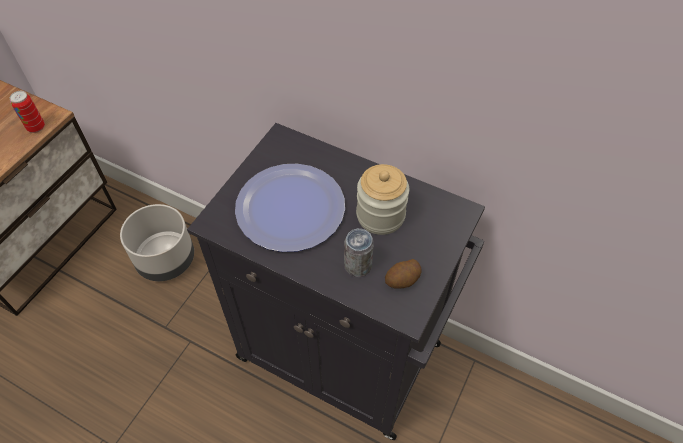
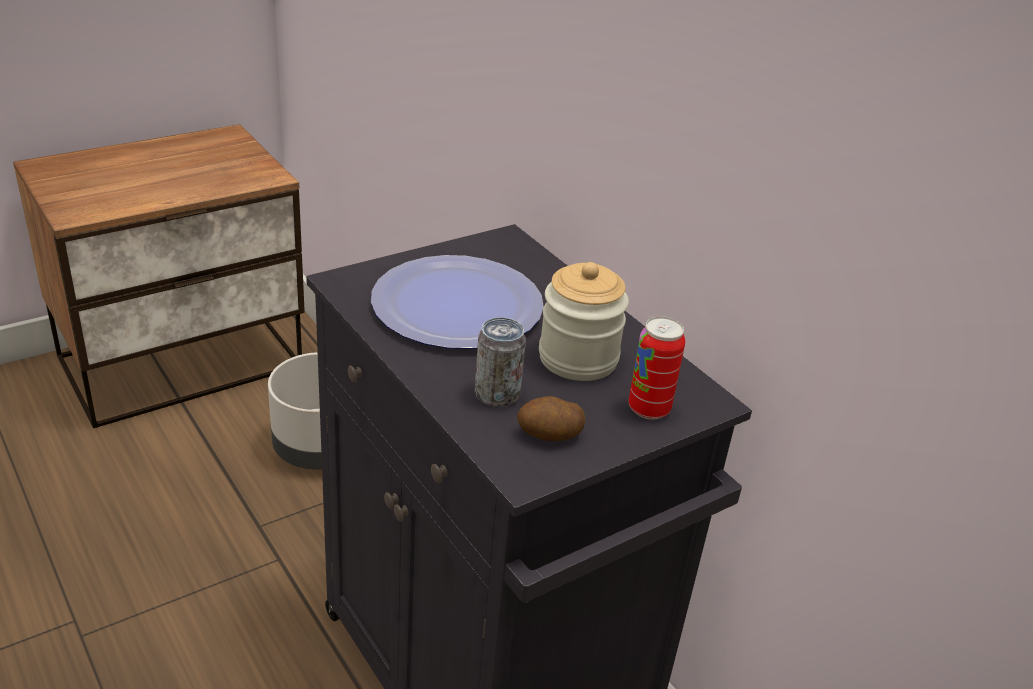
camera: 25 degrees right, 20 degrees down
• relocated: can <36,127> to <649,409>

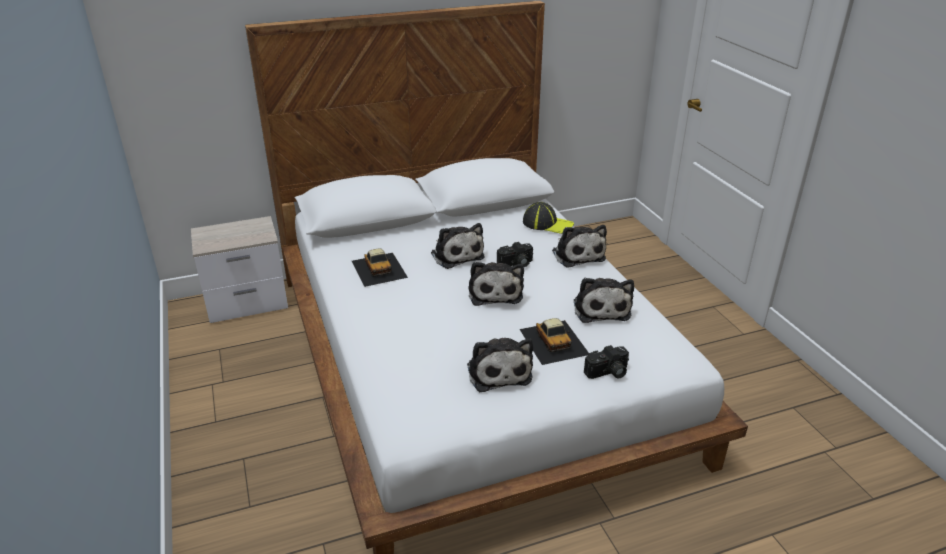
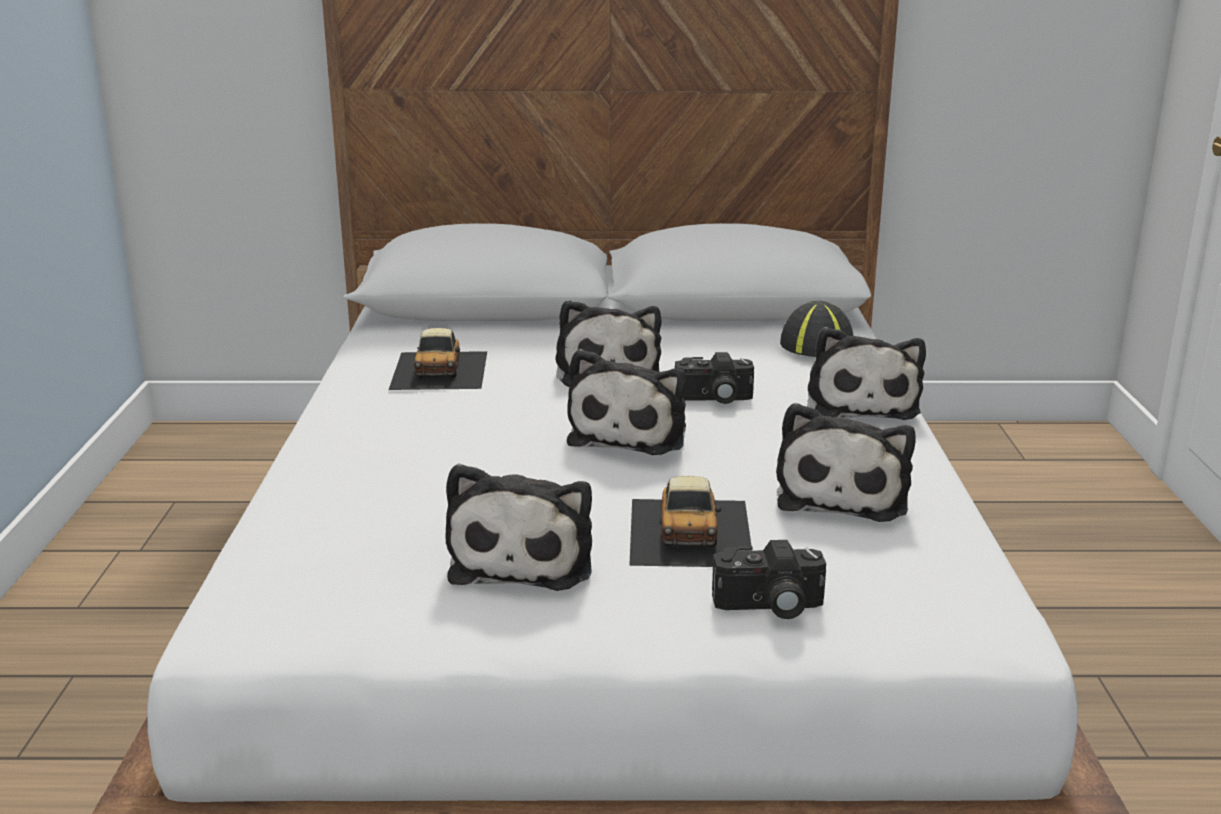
camera: 20 degrees right, 10 degrees down
• missing: night table <249,302>

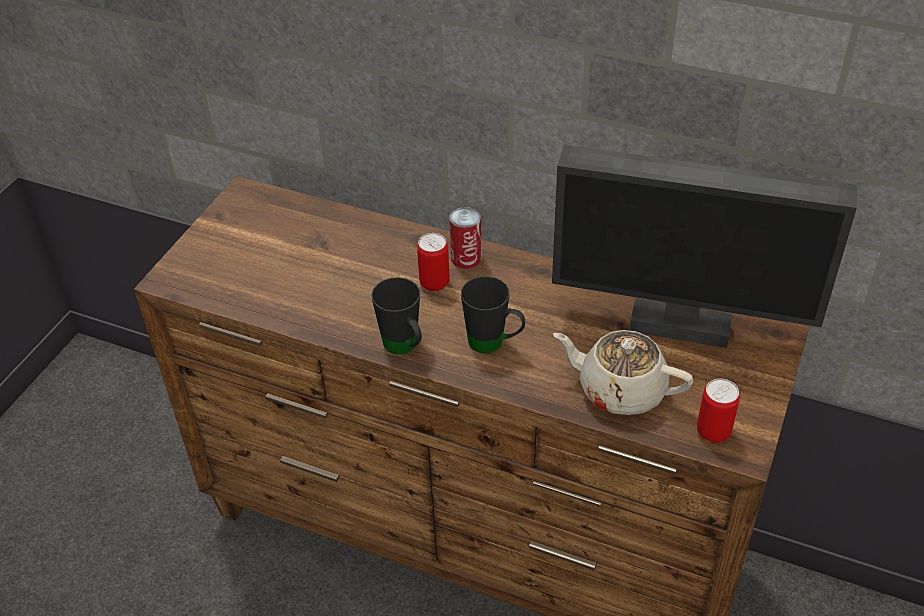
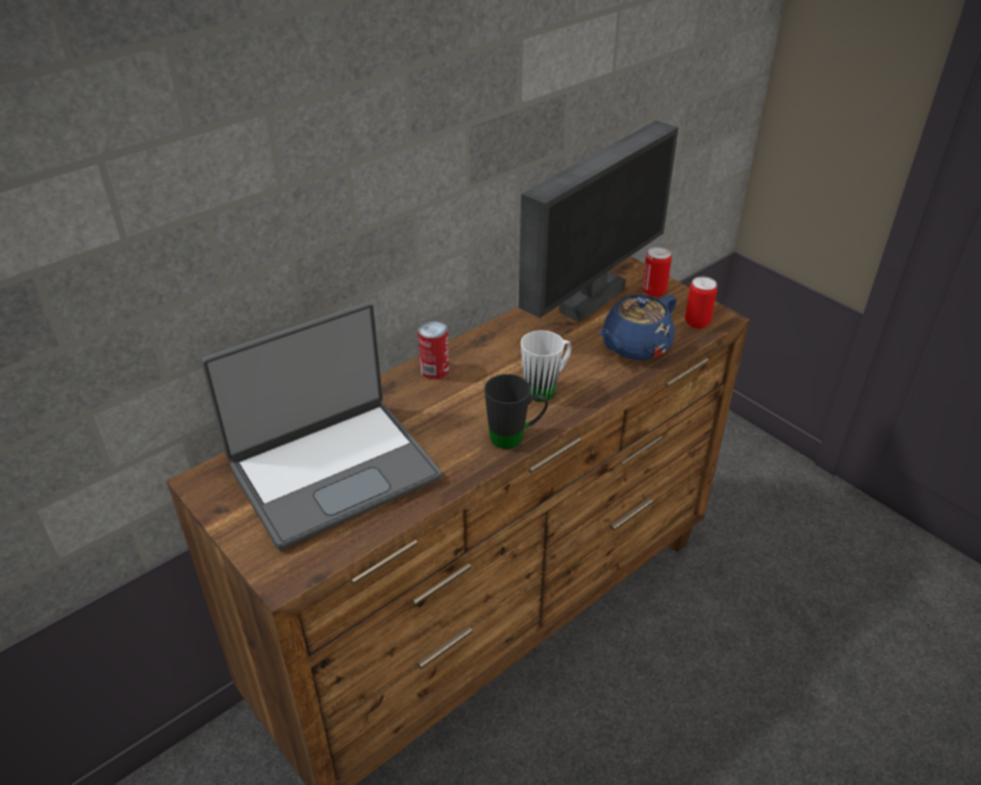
camera: 65 degrees left, 5 degrees down
• appeared: portable computer <333,471>
• relocated: can <434,283> to <653,291>
• colour: black-coloured tea mug <494,344> to white tea mug <546,388>
• colour: sand-coloured teapot <620,390> to bluish teapot <635,346>

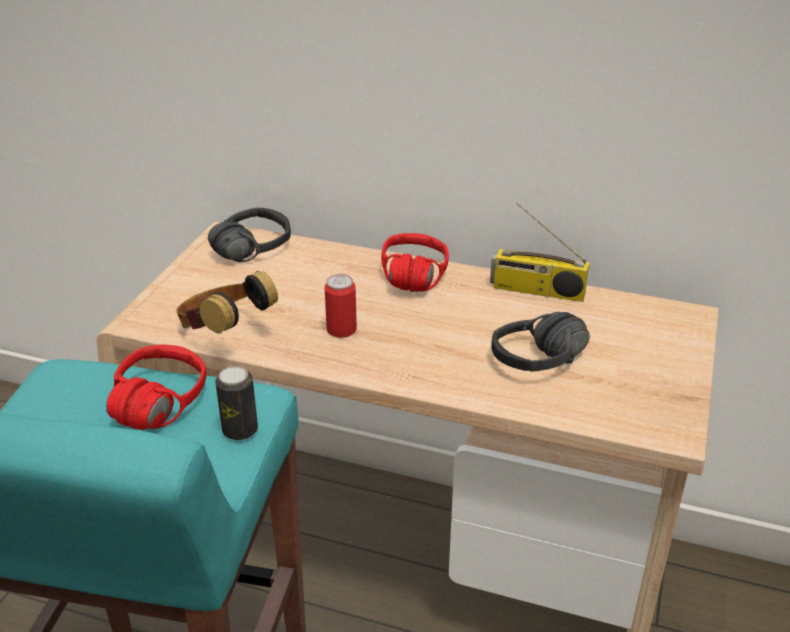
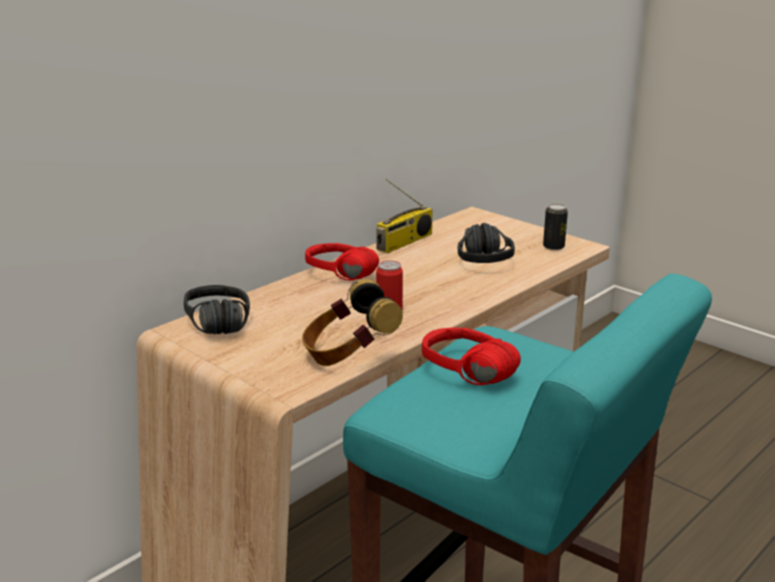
camera: 65 degrees left, 10 degrees down
• relocated: can <240,430> to <553,247>

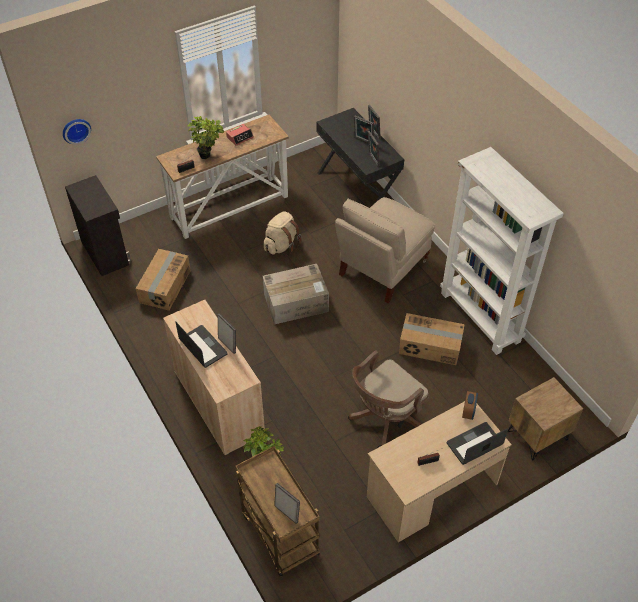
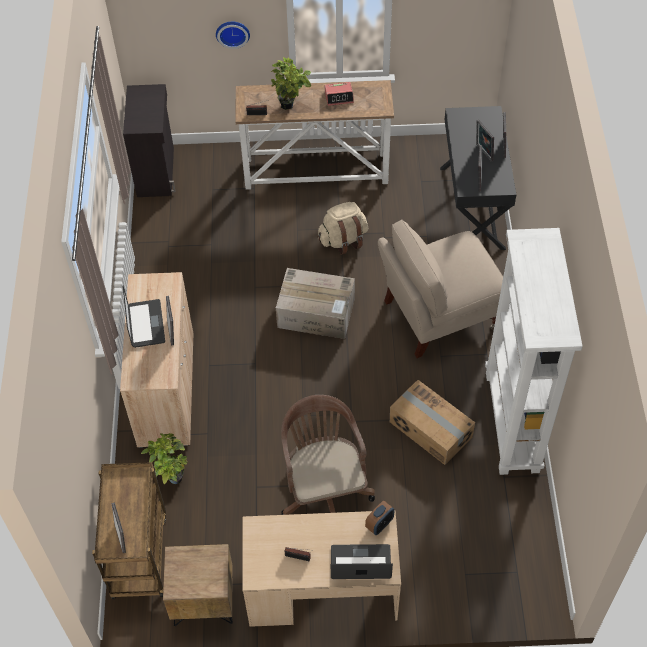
camera: 30 degrees right, 5 degrees up
• missing: cardboard box <164,286>
• relocated: wall clock <75,130> to <232,32>
• relocated: brownish night table <537,435> to <203,601>
• spun: brownish desk chair <385,420> = <324,489> 90 degrees clockwise

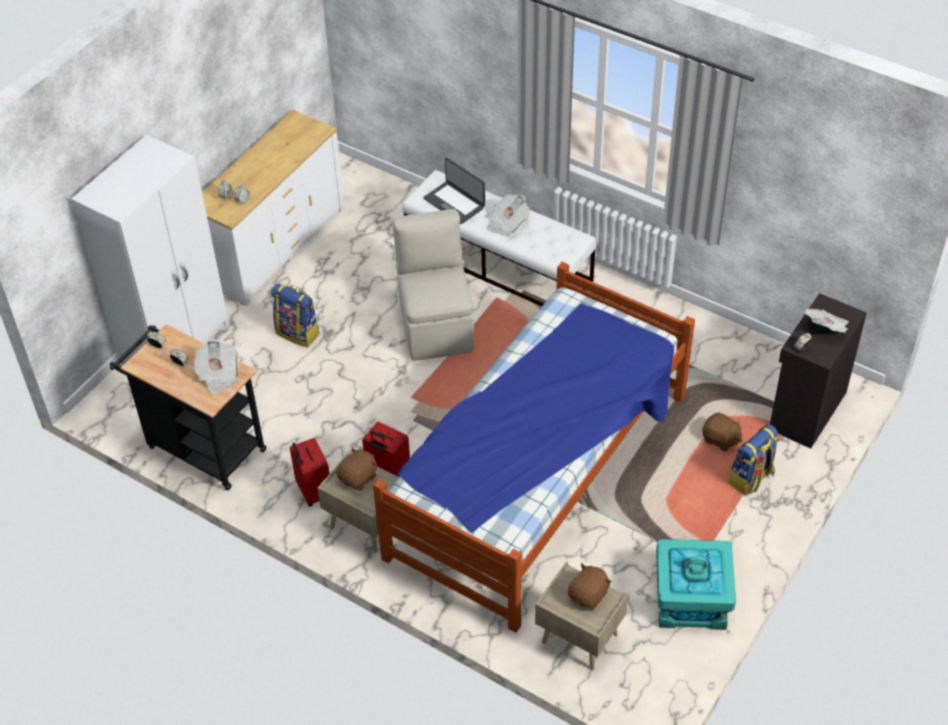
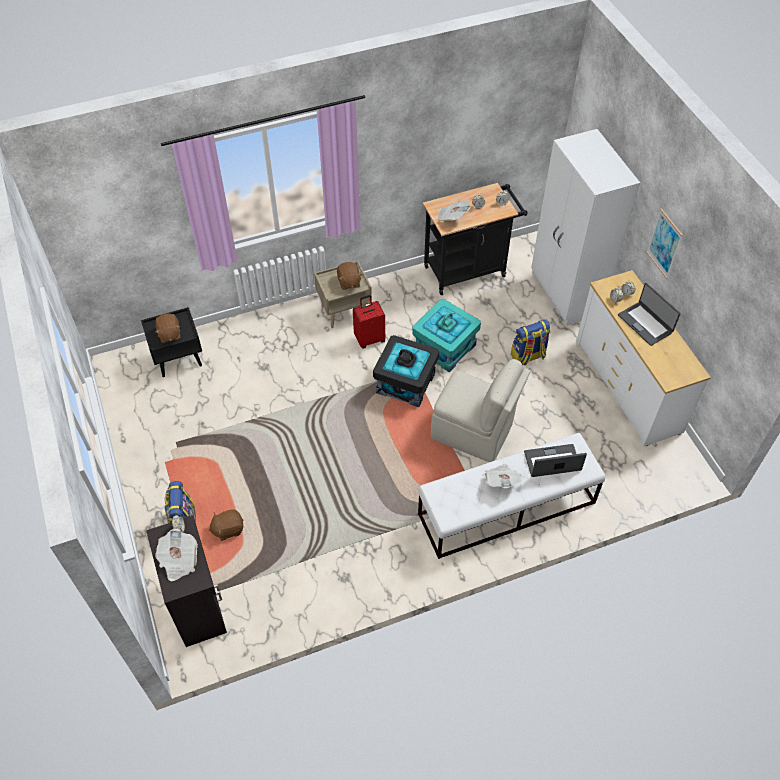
camera: 125 degrees right, 5 degrees up
• missing: red-coloured suitcase <313,492>
• missing: bed <541,475>
• appeared: black-coloured storage box <406,383>
• appeared: portable computer <645,323>
• appeared: wall picture <664,243>
• relocated: blue-green storage box <691,600> to <444,347>
• colour: sand-coloured night table <578,638> to black-coloured night table <179,359>

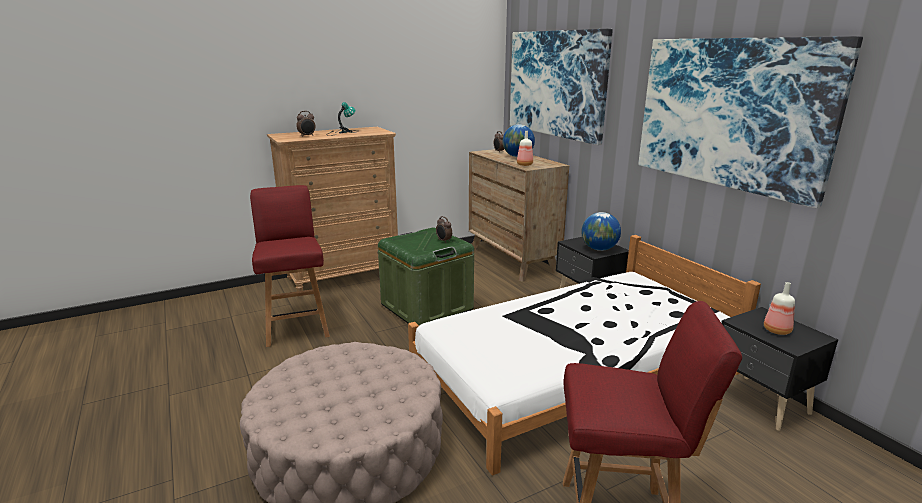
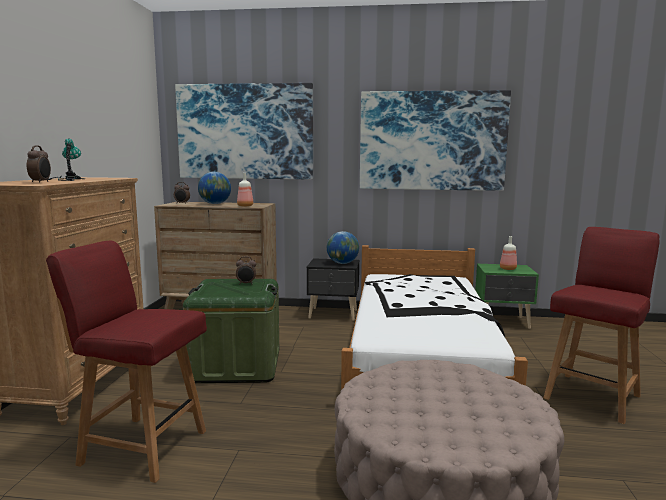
camera: 55 degrees left, 10 degrees down
• colour: black-coloured night table <760,403> to greenish night table <503,322>

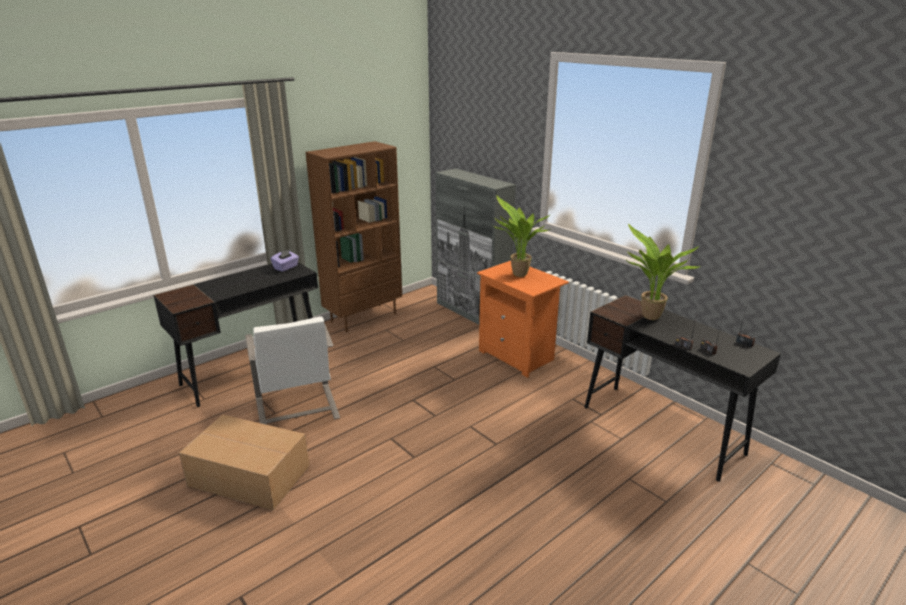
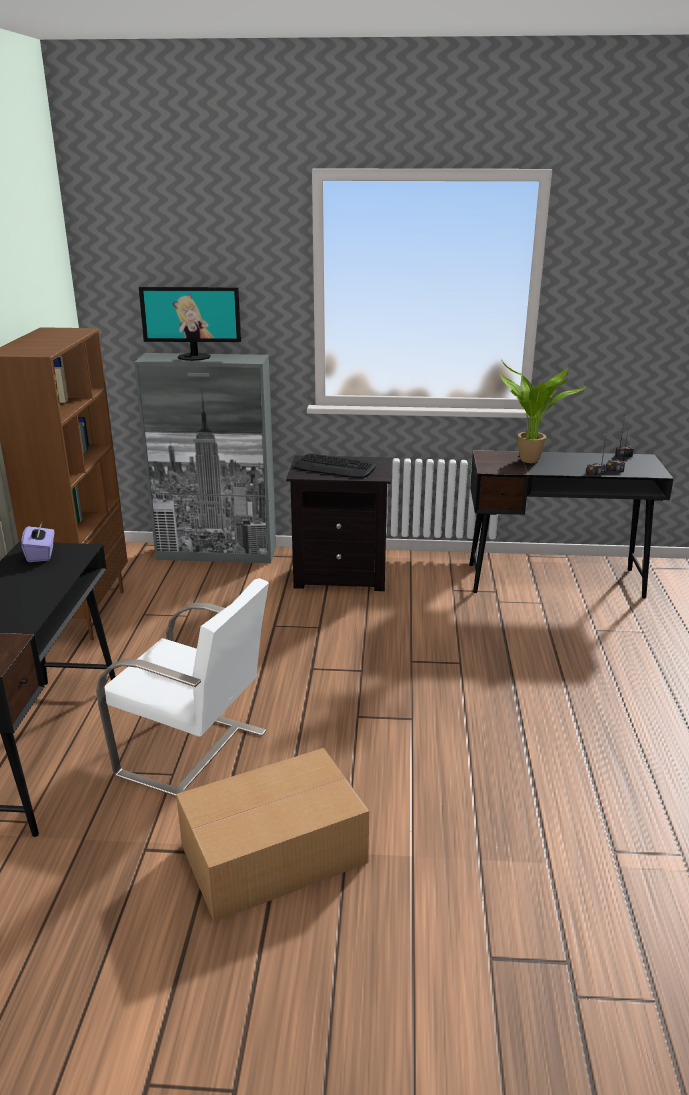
camera: 45 degrees left, 0 degrees up
• appeared: monitor <194,357>
• exchanged: plant in a pot <518,275> to keyboard <335,467>
• colour: orange-coloured night table <518,356> to black-coloured night table <341,575>

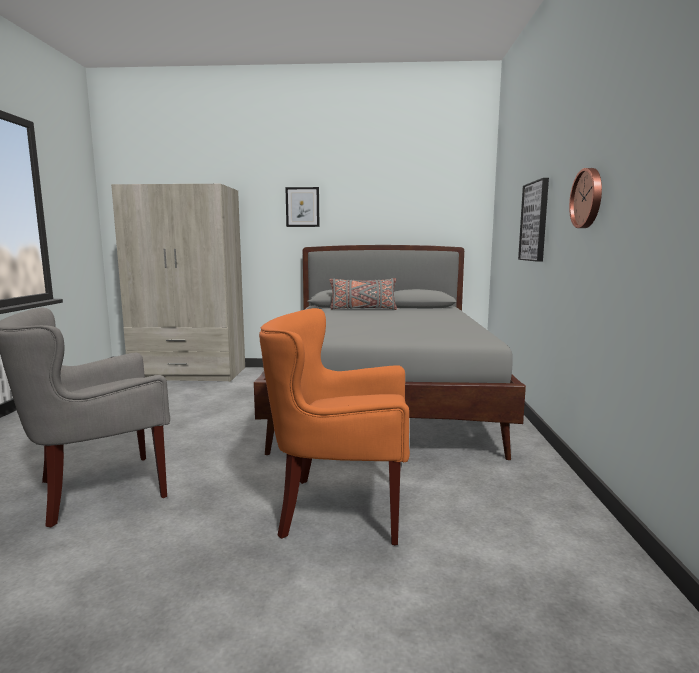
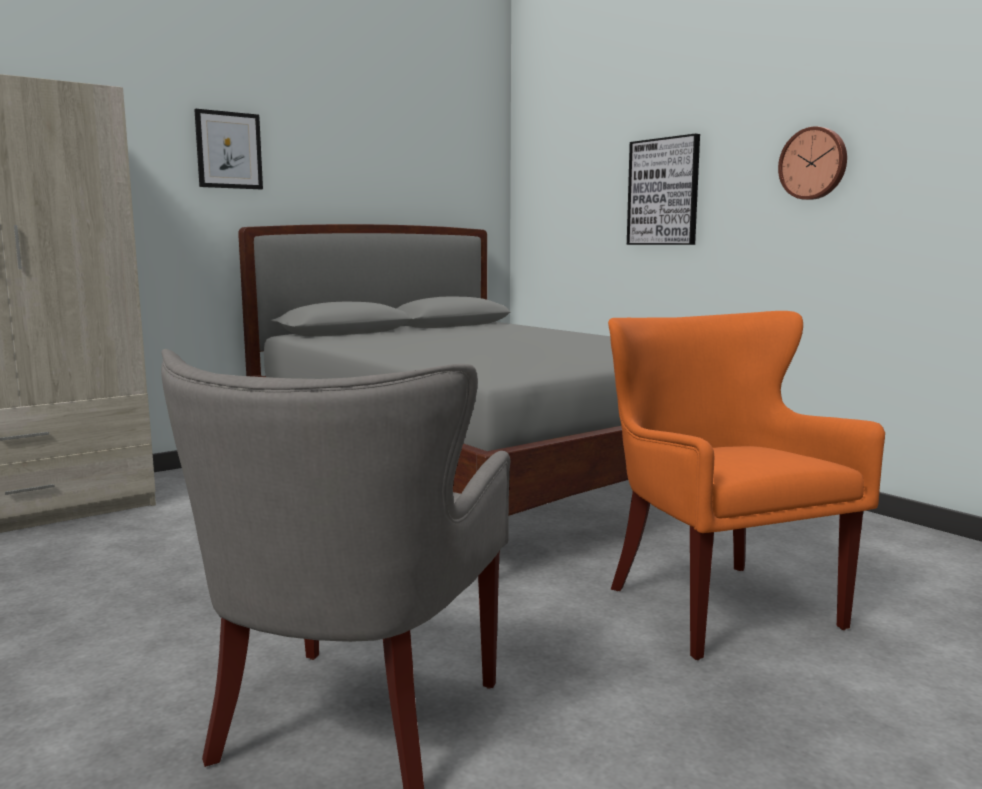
camera: 40 degrees left, 0 degrees up
• missing: gray cushion <363,309>
• spun: orange-coloured lounge chair <339,508> = <719,605> 105 degrees clockwise

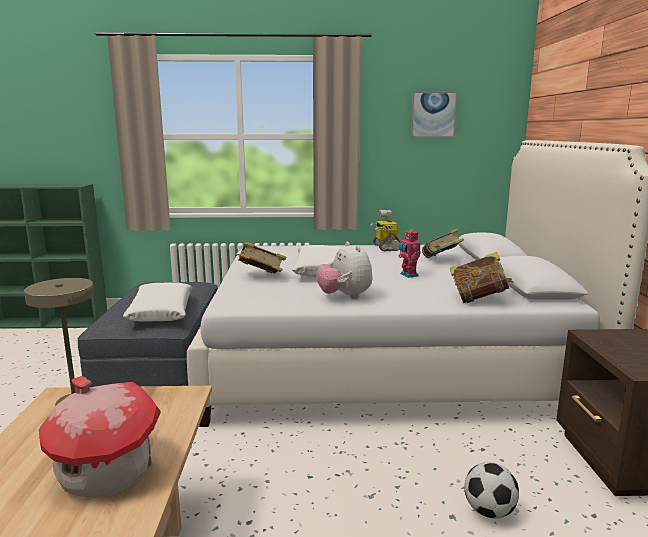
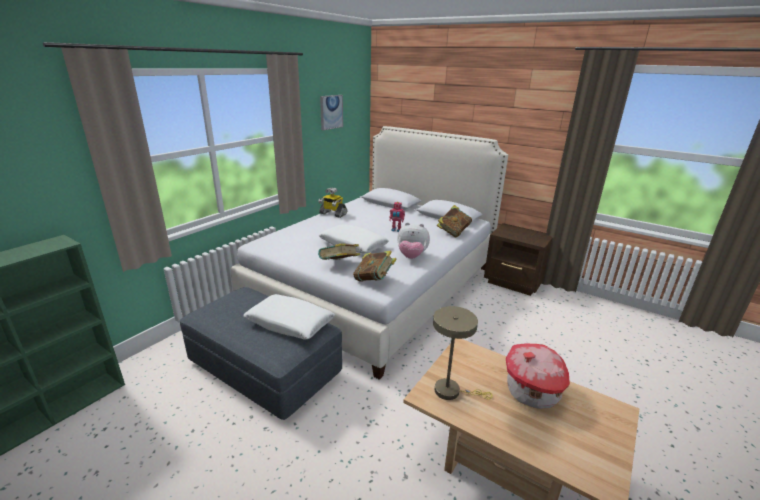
camera: 55 degrees left, 10 degrees up
• missing: ball for football <489,511>
• relocated: book <441,260> to <374,280>

